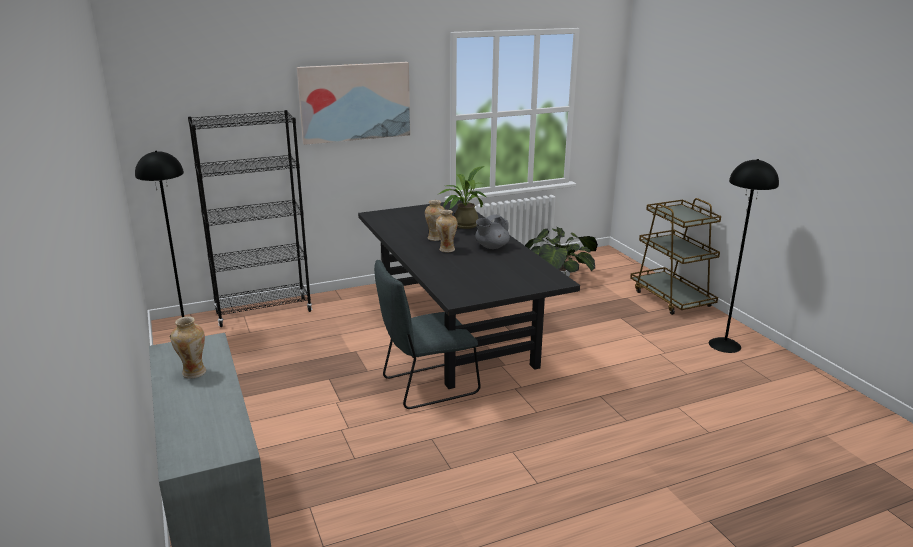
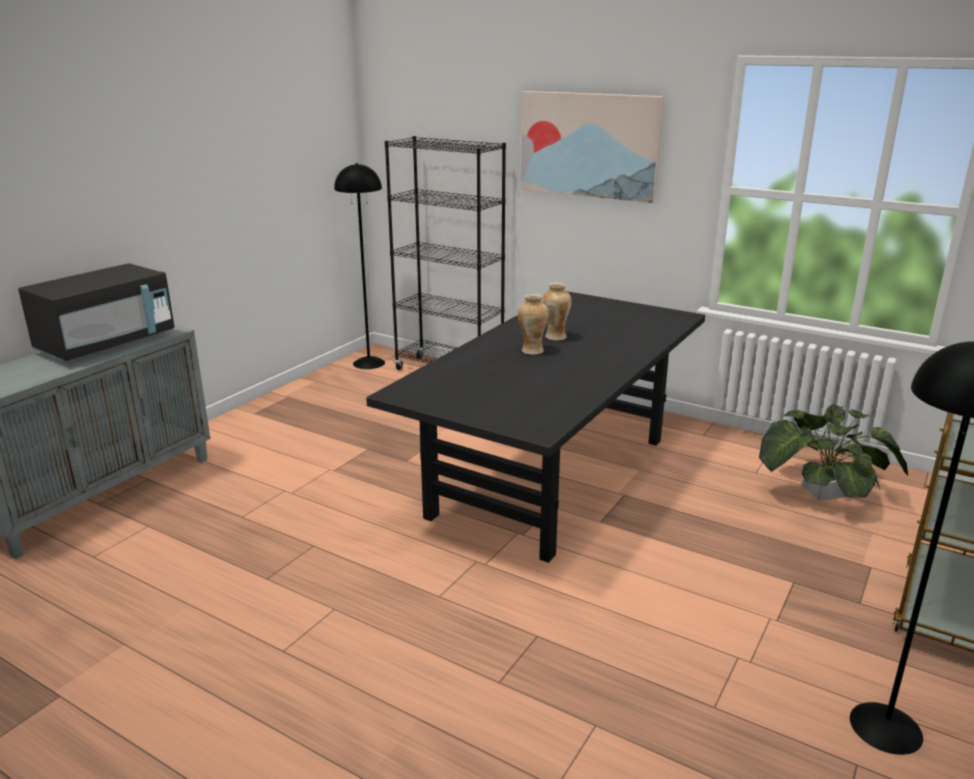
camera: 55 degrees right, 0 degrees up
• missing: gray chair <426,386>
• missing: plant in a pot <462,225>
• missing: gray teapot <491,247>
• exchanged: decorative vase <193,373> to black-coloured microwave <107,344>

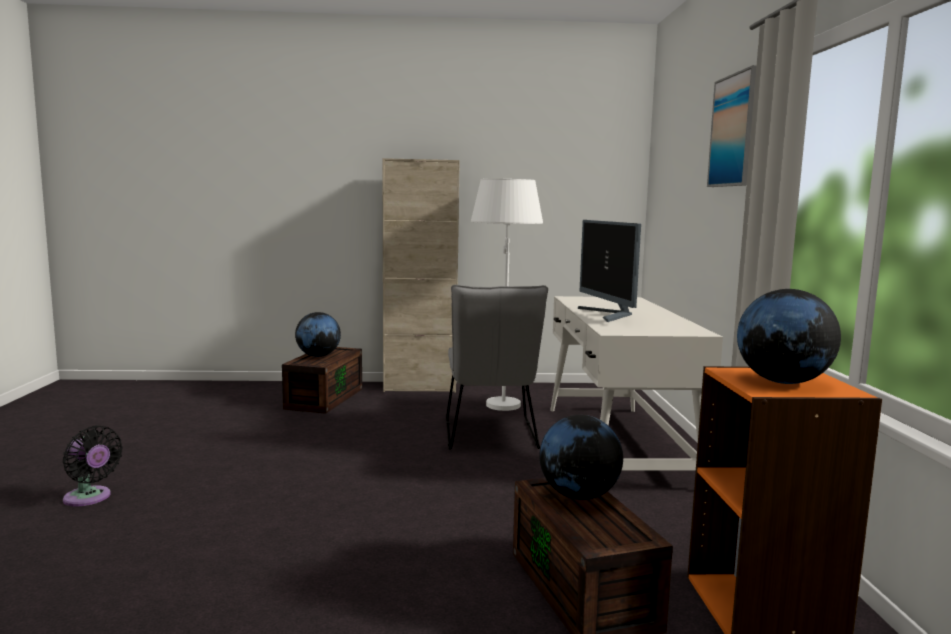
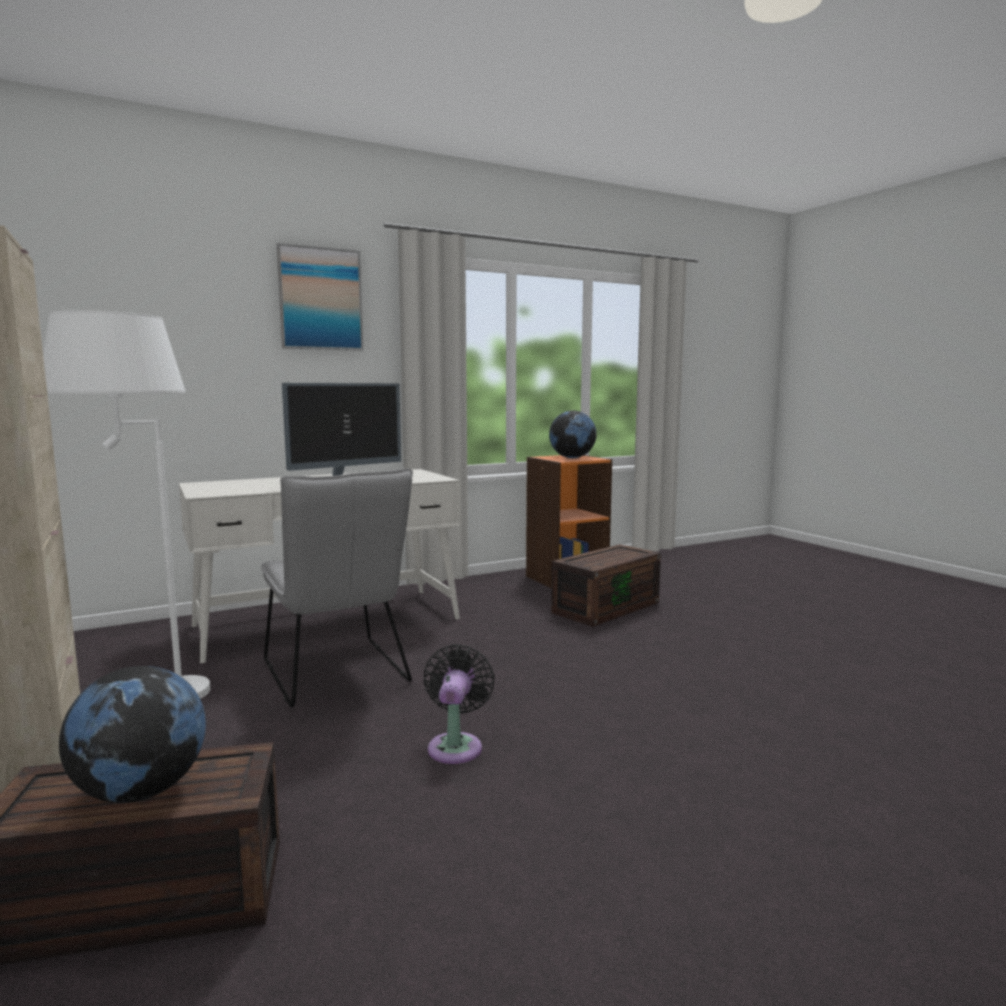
camera: 115 degrees left, 0 degrees up
• missing: globe <579,495>
• relocated: black-coloured electric fan <89,498> to <456,745>
• spun: gray chair <490,436> = <338,675> 90 degrees clockwise

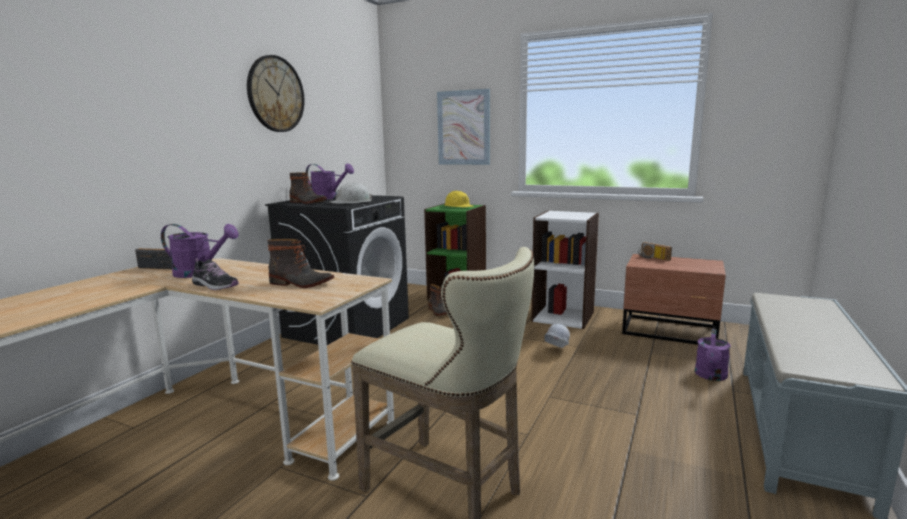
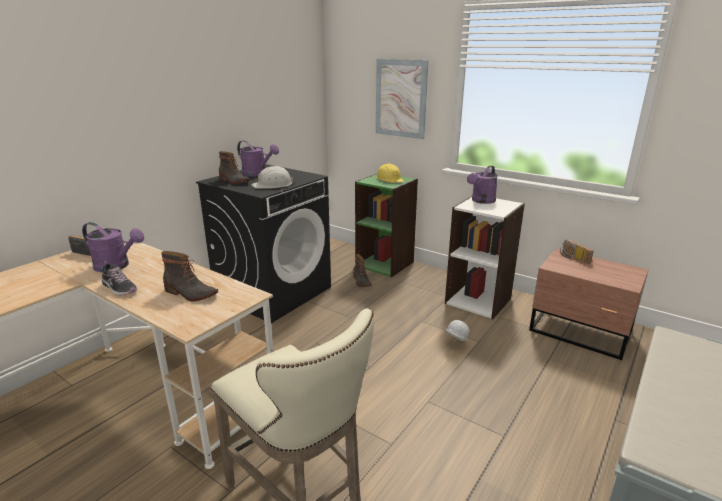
camera: 10 degrees right, 10 degrees up
• missing: wall clock <275,94>
• relocated: purplish sprinkling can <711,376> to <481,201>

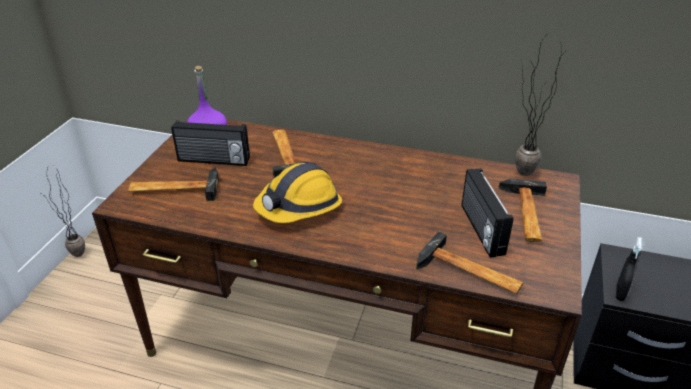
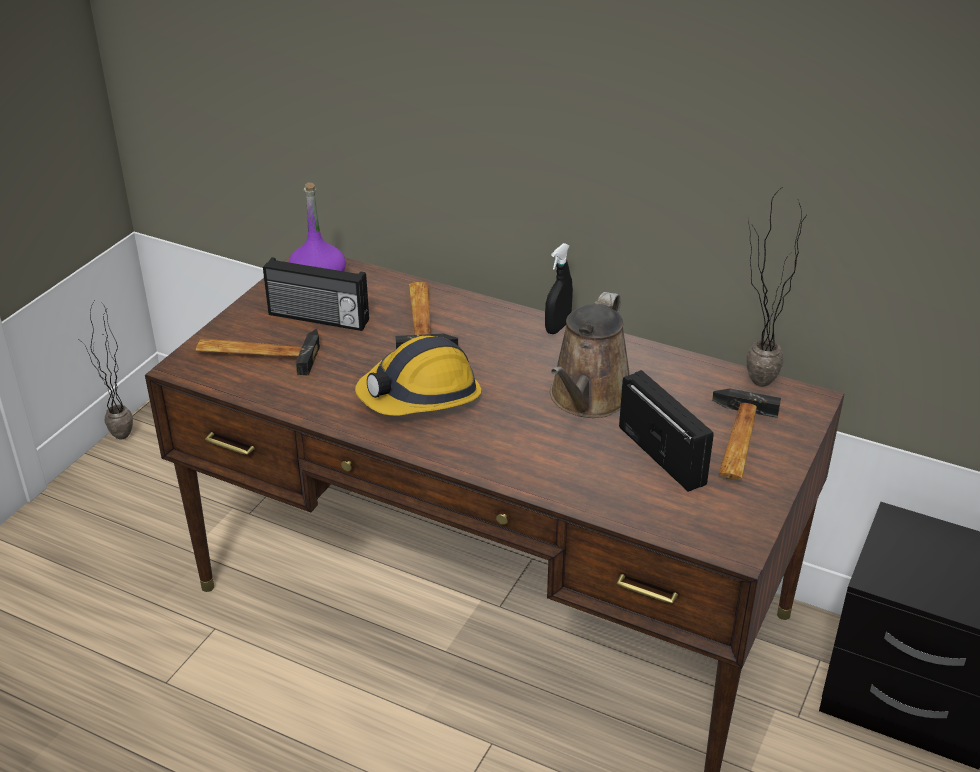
camera: 10 degrees right, 0 degrees up
• missing: hammer <469,273>
• appeared: brownish sprinkling can <588,398>
• relocated: black-coloured hand sprayer <620,293> to <558,327>
• spun: radio set <480,229> = <663,454> 150 degrees clockwise

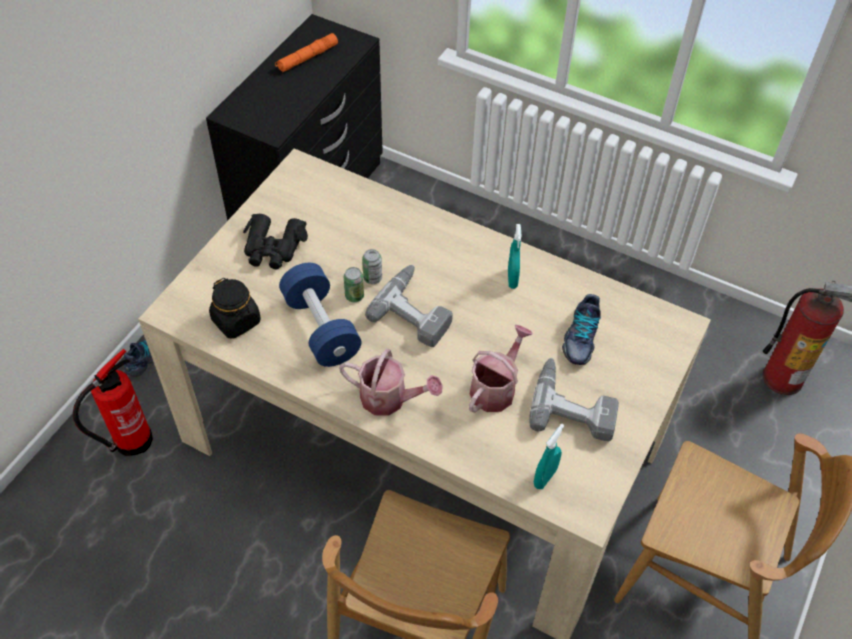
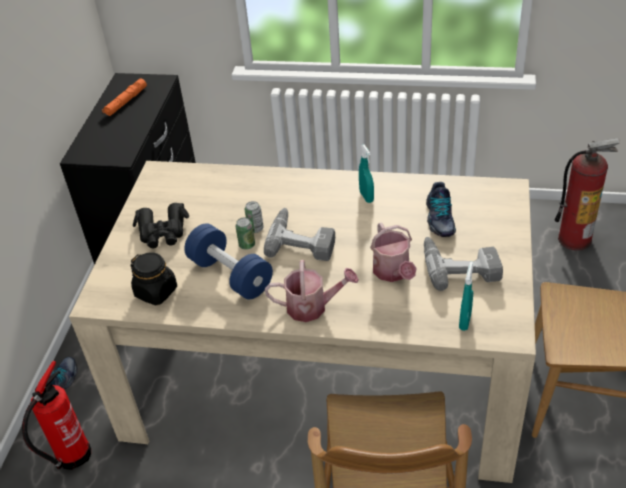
camera: 15 degrees left, 10 degrees down
• spun: sprinkling can <496,388> = <393,272> 150 degrees clockwise

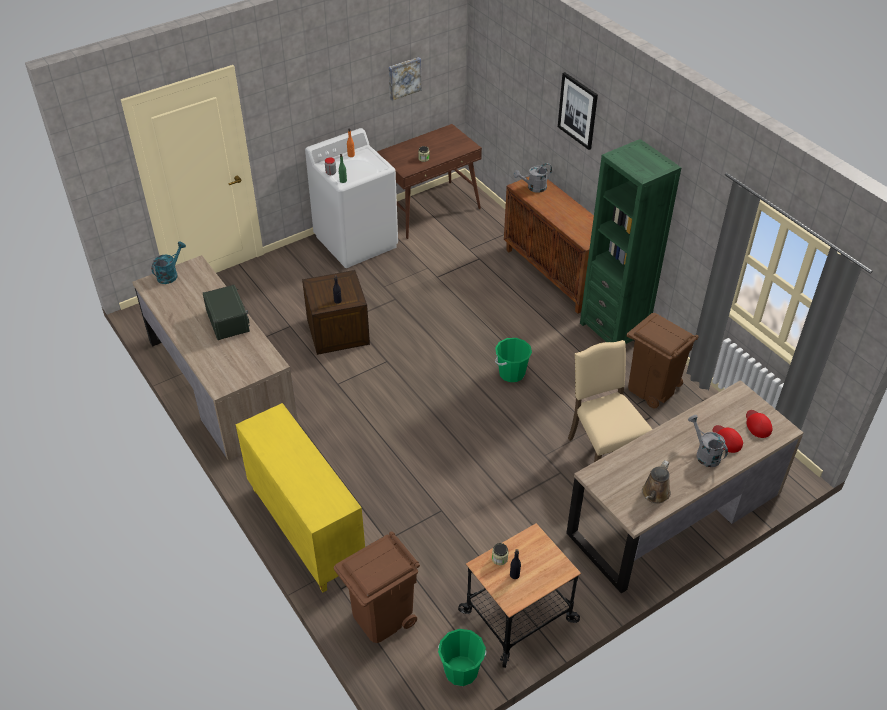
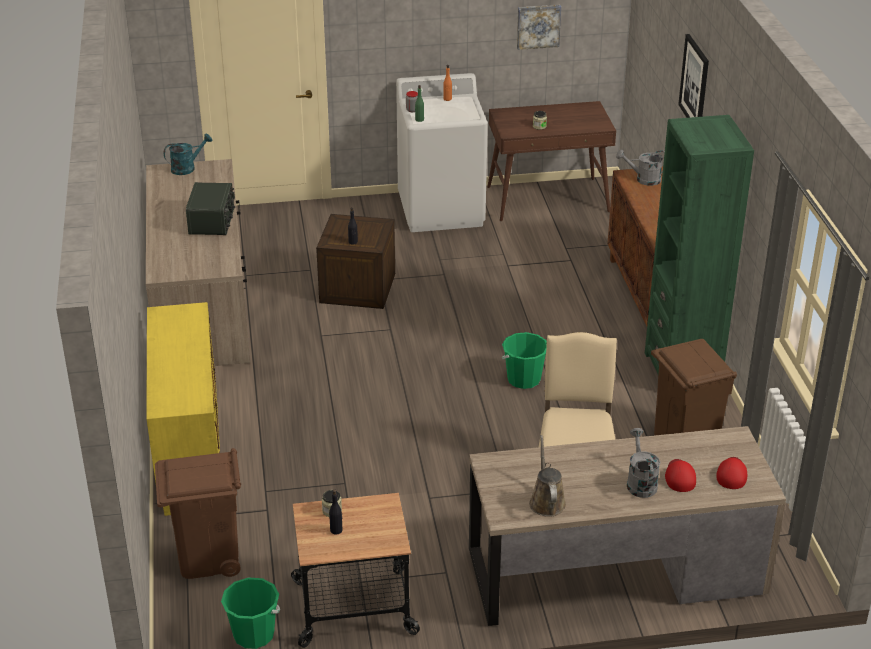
camera: 25 degrees right, 10 degrees down
• spun: brownish sprinkling can <654,494> = <546,501> 120 degrees clockwise

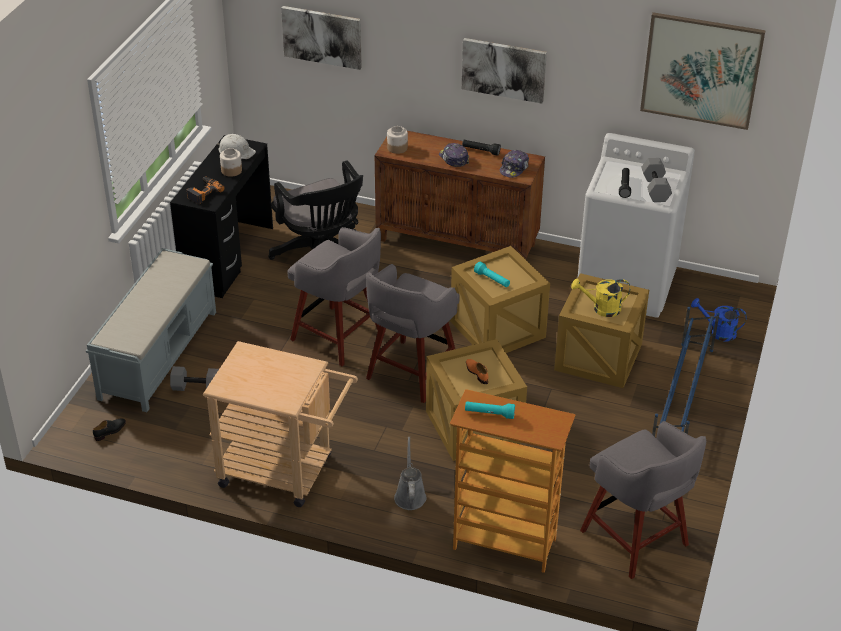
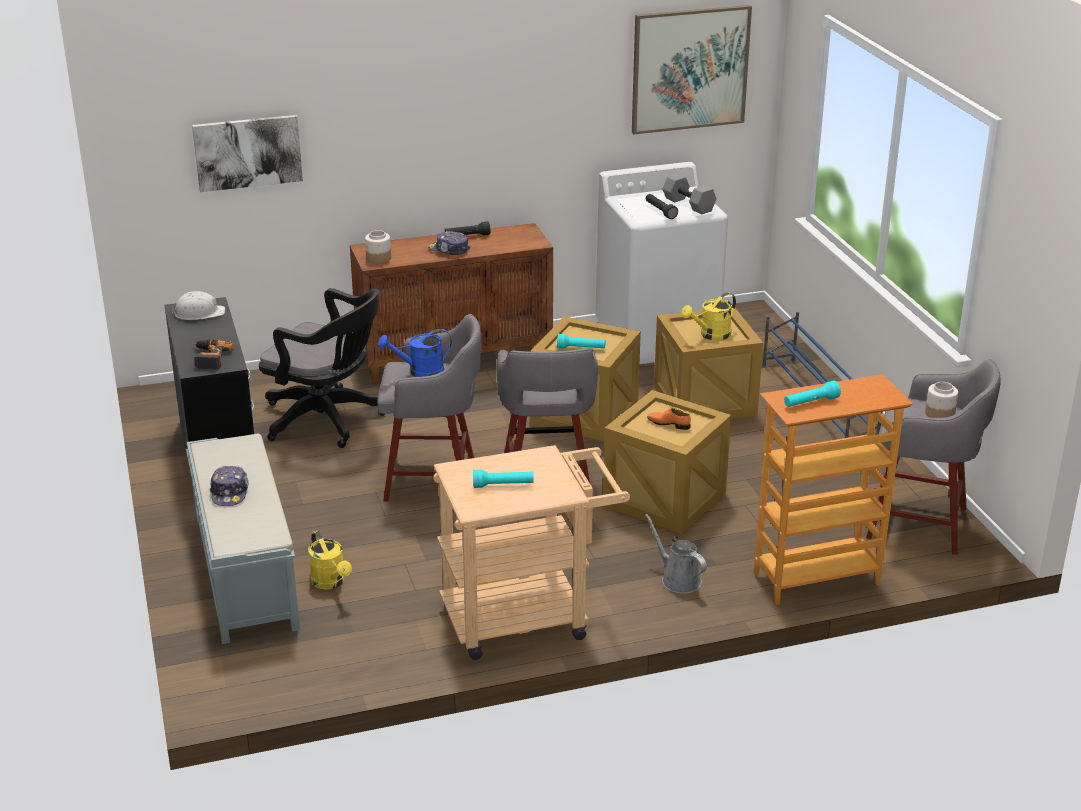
camera: 35 degrees left, 10 degrees down
• missing: black-coloured low shoe <110,431>
• missing: wall picture <504,69>
• appeared: blue-green hand torch <503,485>
• relocated: preserve jar <231,170> to <939,414>
• relocated: peaked cap <514,168> to <230,492>
• relocated: bluish sprinkling can <718,332> to <420,372>
• exchanged: gray hand weight <197,387> to yellowish sprinkling can <331,583>

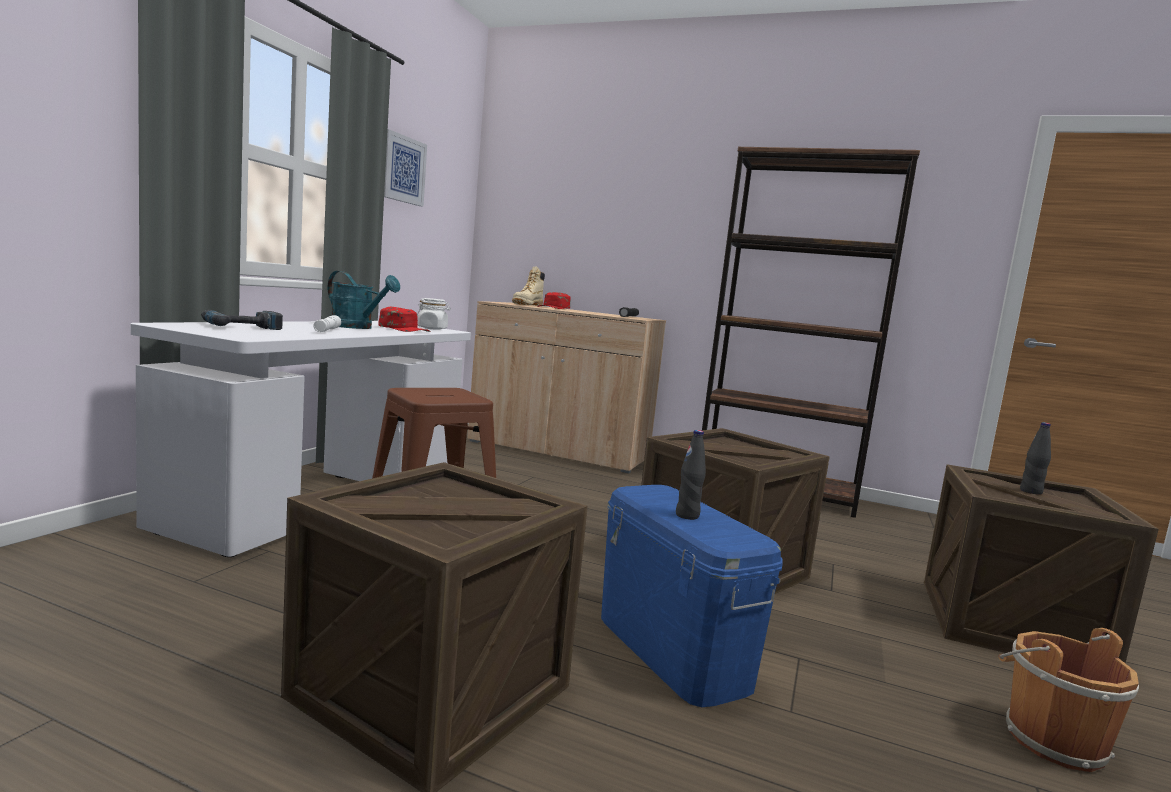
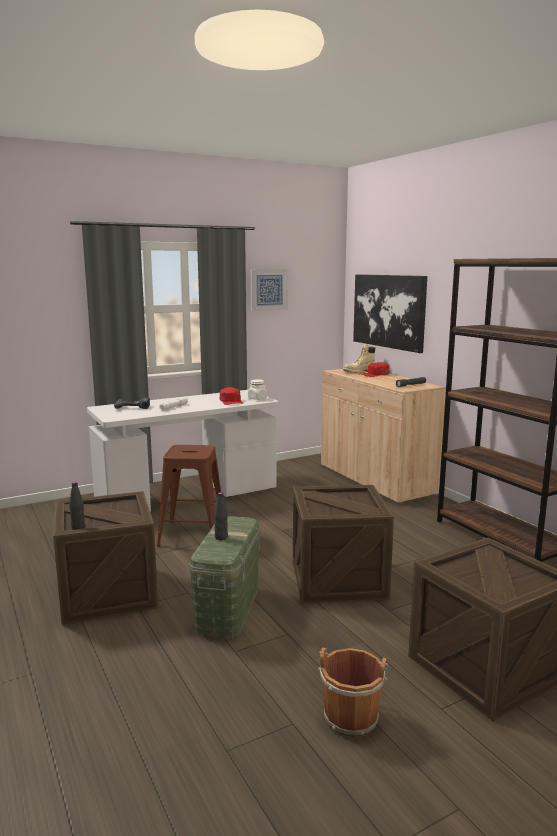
camera: 40 degrees right, 5 degrees up
• missing: blue-green sprinkling can <357,327>
• appeared: wall picture <388,311>
• relocated: black-coloured bottle <1031,491> to <78,527>
• colour: bluish storage box <671,650> to greenish storage box <228,609>

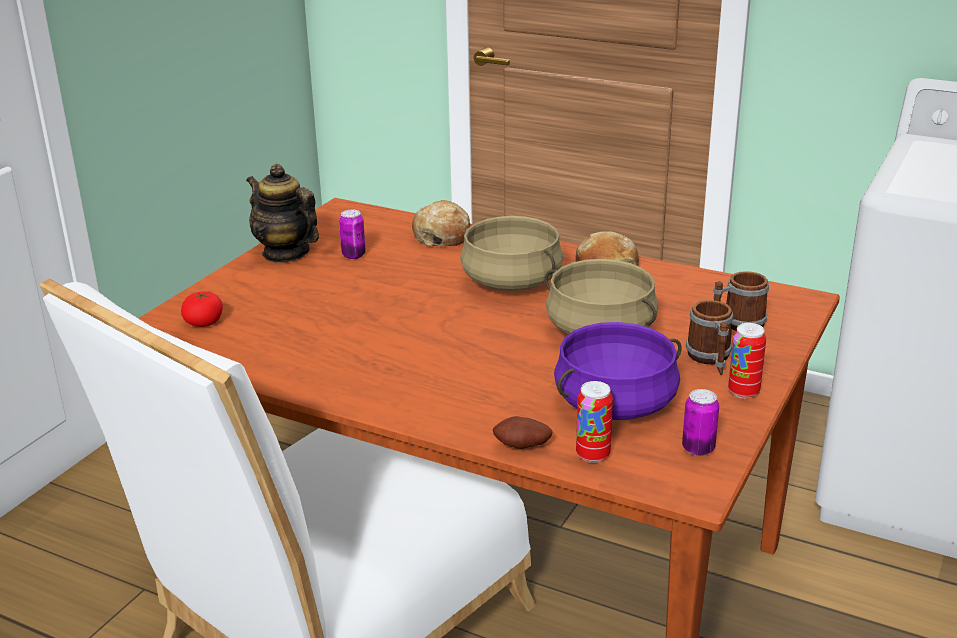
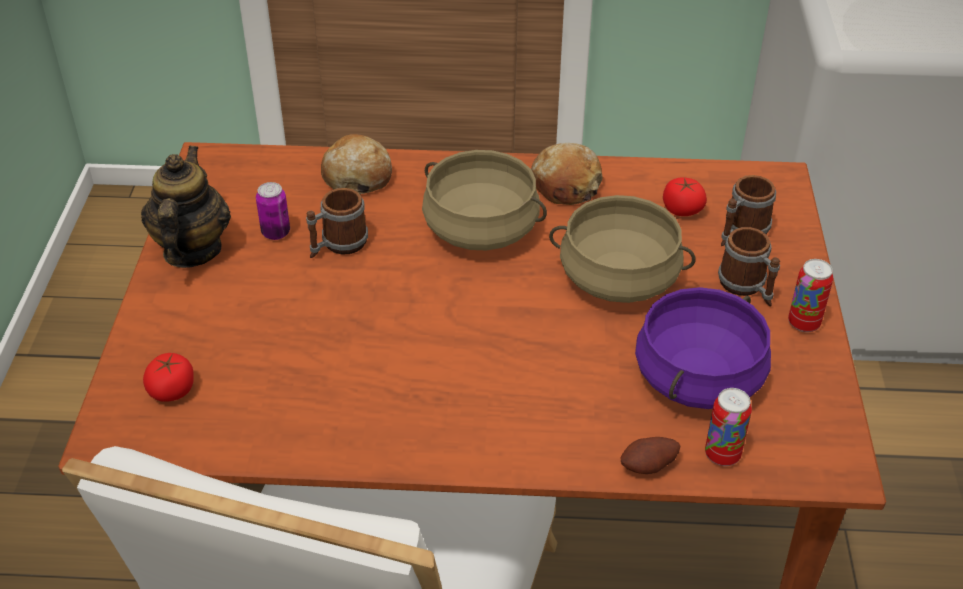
camera: 25 degrees left, 15 degrees up
• missing: can <698,449>
• appeared: tea mug <338,245>
• appeared: tomato <682,209>
• spun: teapot <285,253> = <191,250> 75 degrees clockwise

